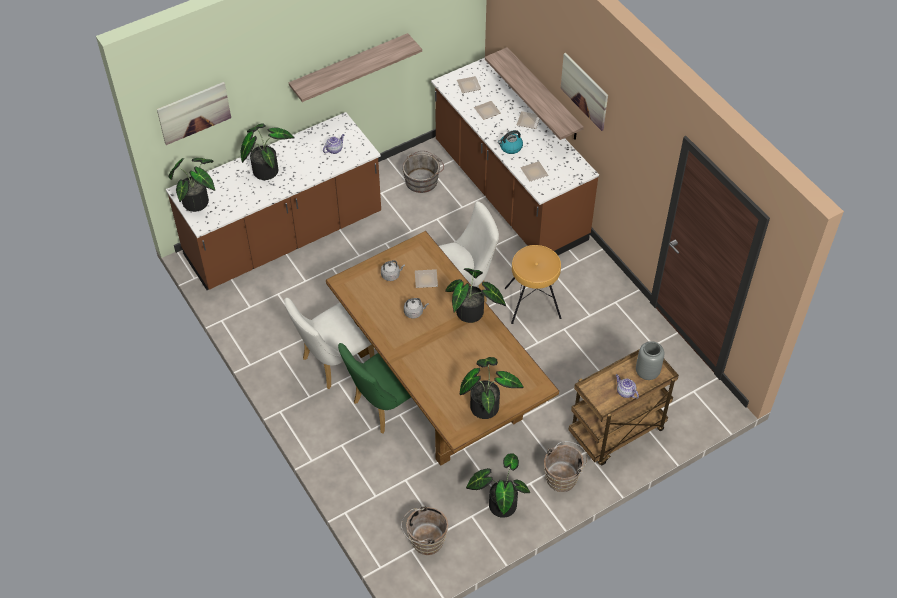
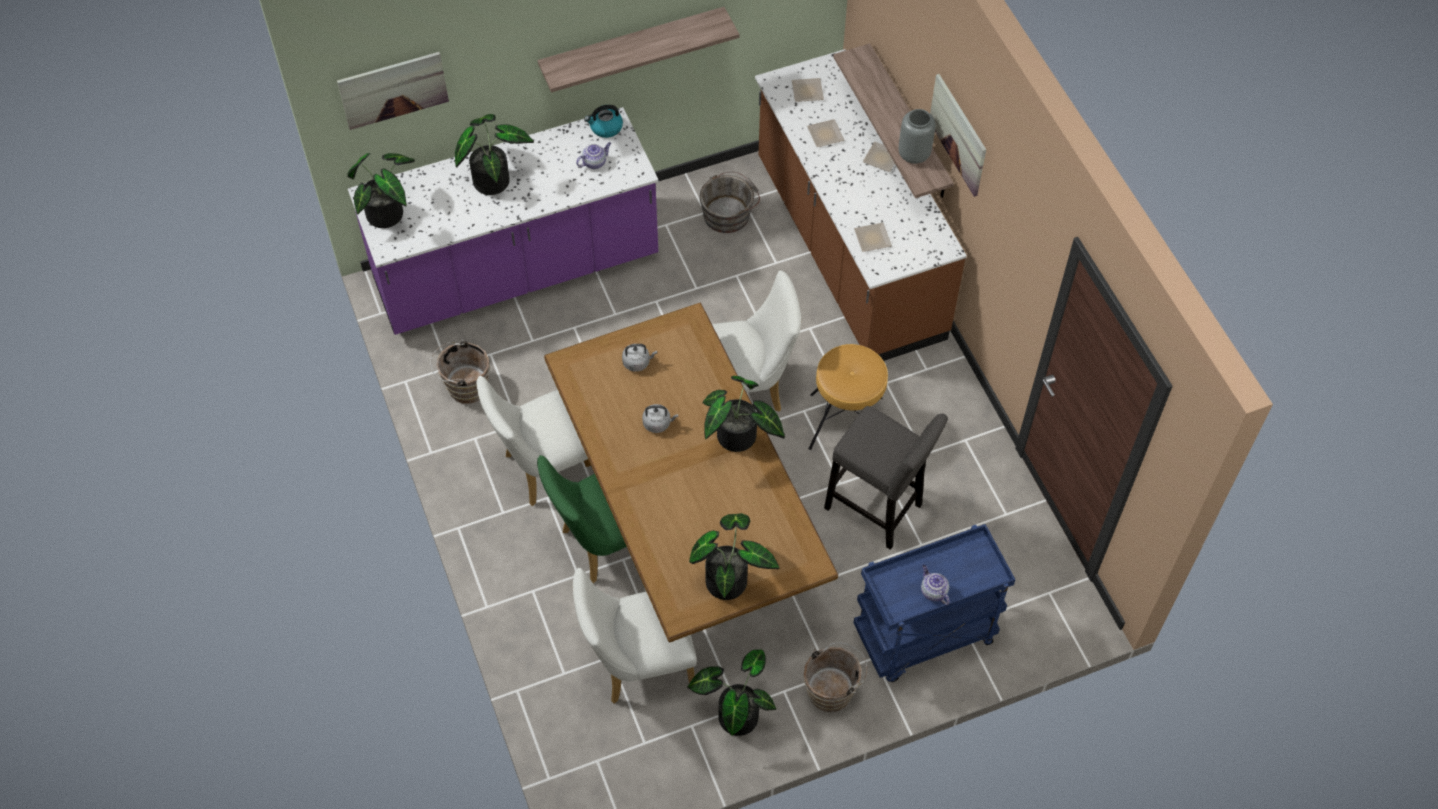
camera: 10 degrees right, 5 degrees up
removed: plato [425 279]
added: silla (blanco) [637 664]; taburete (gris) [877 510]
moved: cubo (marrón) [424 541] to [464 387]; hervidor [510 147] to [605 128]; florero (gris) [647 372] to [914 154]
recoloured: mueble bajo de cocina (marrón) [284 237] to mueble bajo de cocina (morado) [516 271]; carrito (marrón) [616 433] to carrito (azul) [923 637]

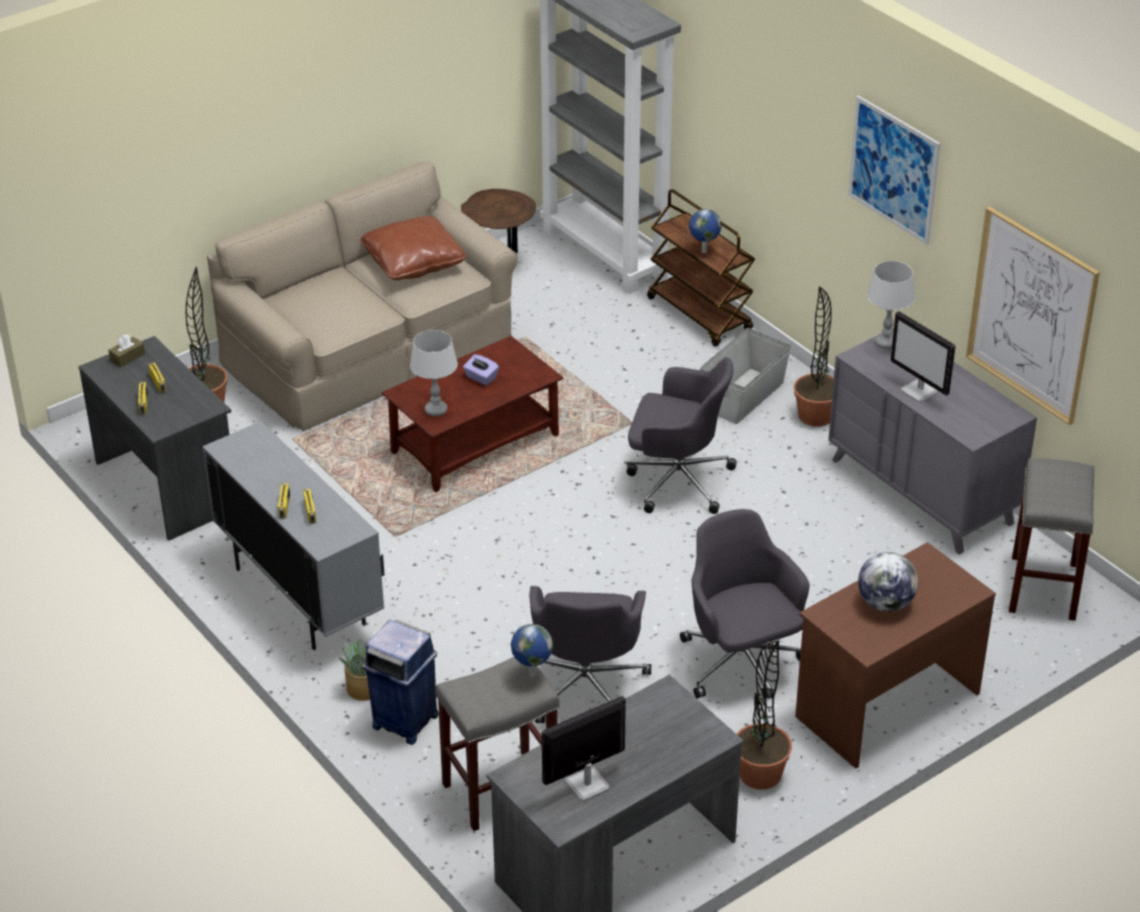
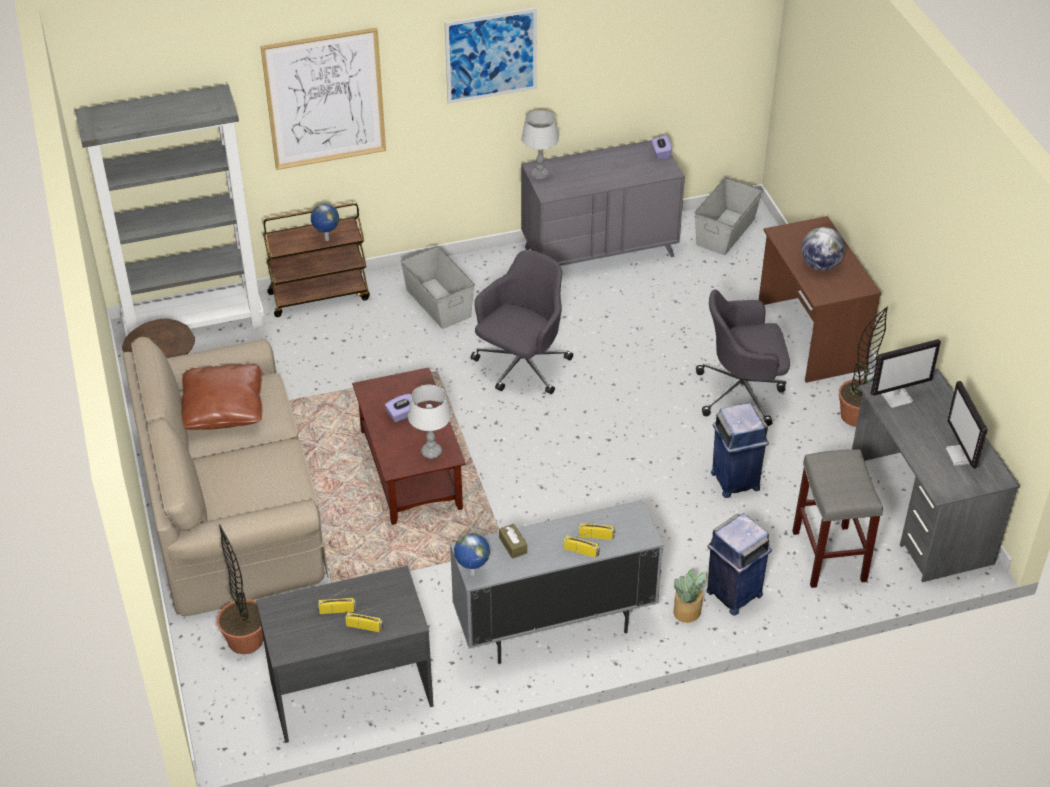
camera: 70 degrees left, 5 degrees up
removed: planta en maceta [815 416]
added: caja de pañuelos (morado) [661 154]
moved: cuadro [1031 315] to [325 99]; globo terráqueo [531 674] to [472 574]; caja de pañuelos (marrón) [127 357] to [513 545]; monitor [920 391] to [897 397]
replaced: taburete (gris) [1043 589] to caja de almacenaje (gris) [726 231]; silla de oficina (gris) [586 687] to papelera (azul) [735 480]

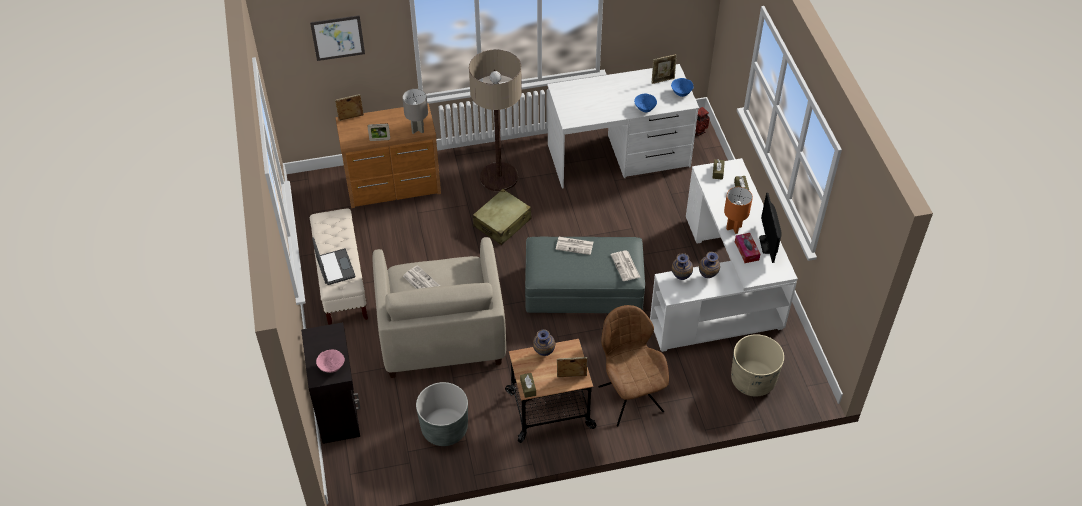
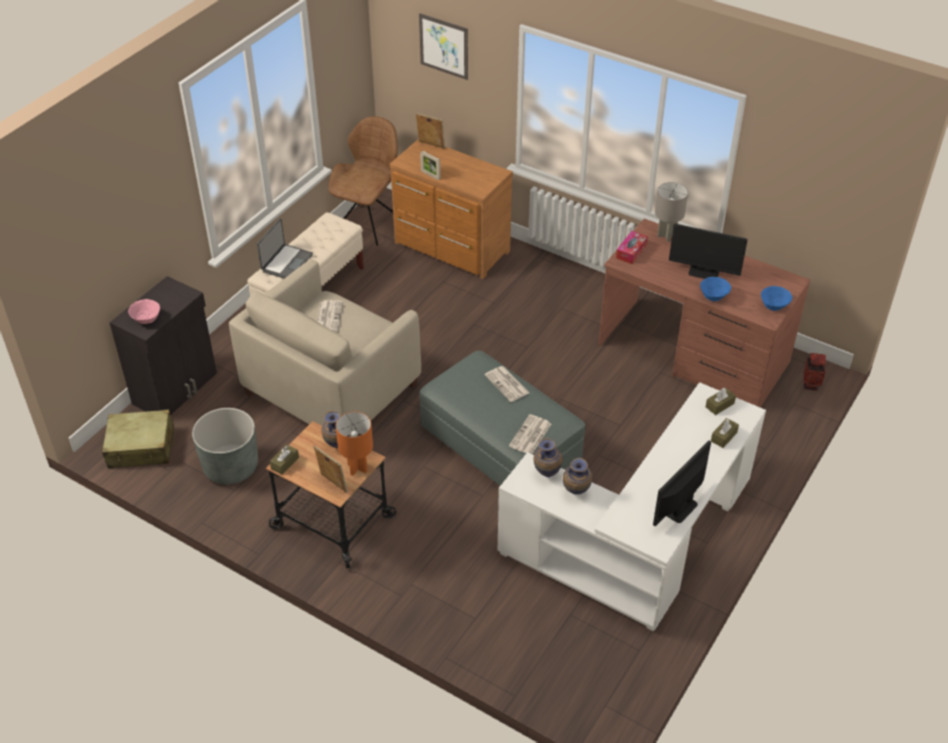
camera: 45 degrees right, 5 degrees down
removed: lámpara de pie [499 177]; portarretratos [663 80]; maceta (beis) [753 380]
added: monitor [704 272]
moved: maleta (beis) [502 223] to [141 447]; silla (marrón) [630 397] to [369 223]; lámpara de mesa (naranja) [733 228] to [357 468]; caja de pañuelos [746 251] to [631 251]; lámpara de mesa (gris) [417 129] to [666 235]
recoloured: escritorio (blanco) [619 156] to escritorio (marrón) [693 354]

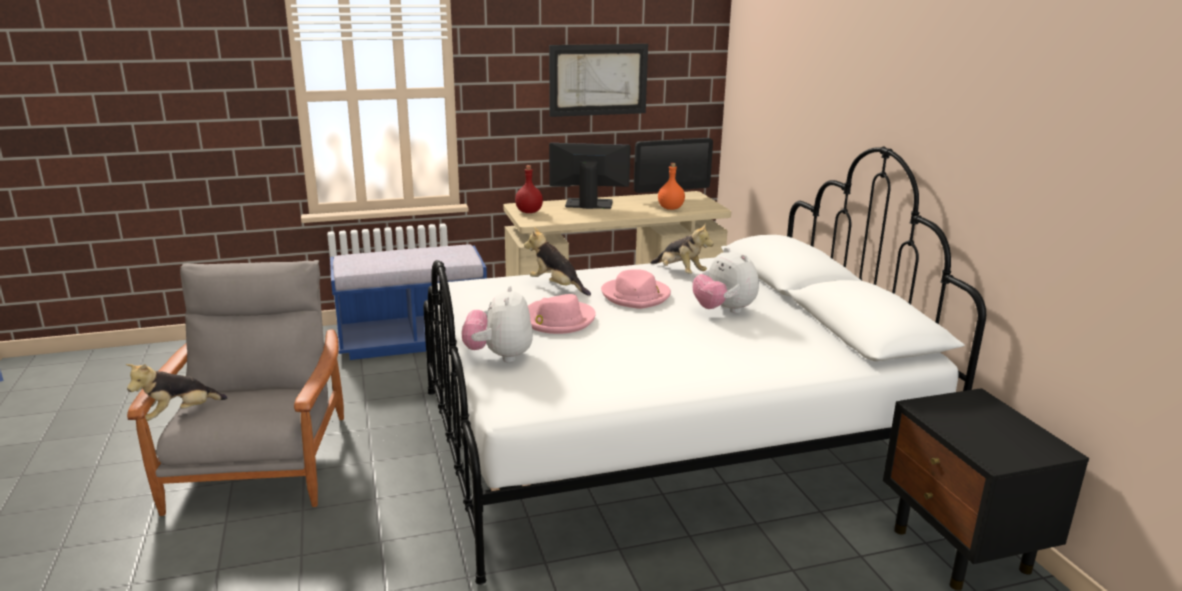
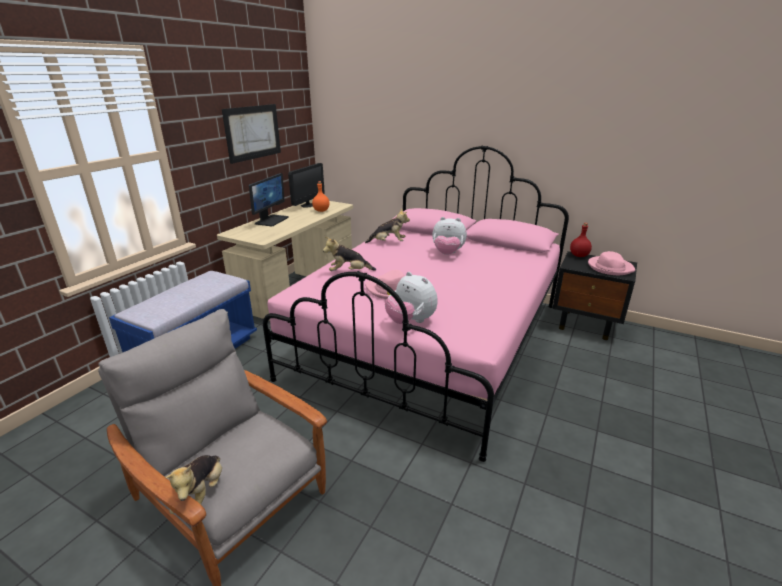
camera: 45 degrees left, 5 degrees up
moved: botella (rojo) [528 212] to [579 256]; sombrero (rosa) [636 296] to [610 267]
recoloured: cama (blanco) [664 441] to cama (rosa) [431 339]
turned: monitor [588 204] = [271 220] 150 degrees clockwise

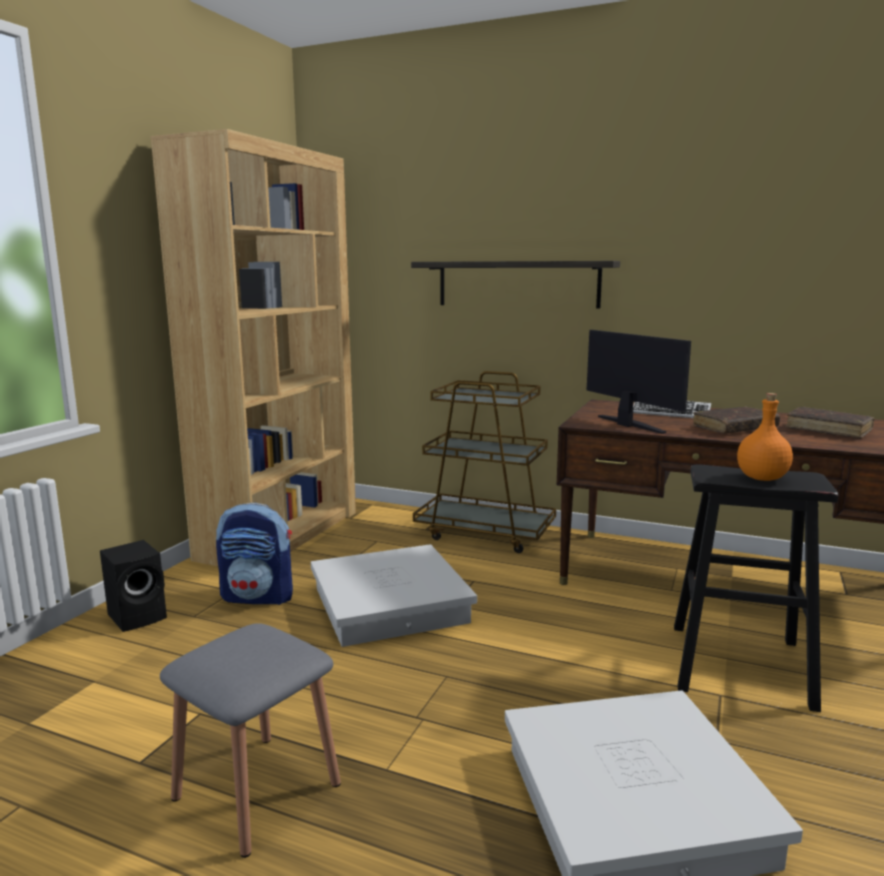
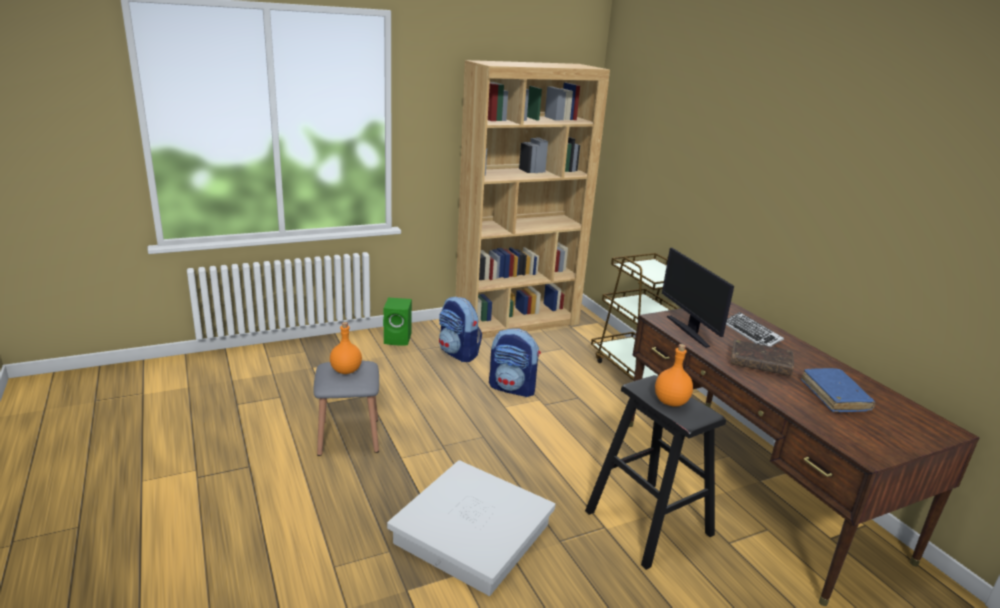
camera: 40 degrees right, 10 degrees up
removed: estante [517 284]
added: botella (naranja) [346 371]
replaced: caja de almacenaje (blanco) [390 604] to mochila [513 388]
recoloured: altavoz (negro) [139 616] to altavoz (verde) [399 339]; libro (marrón) [828 430] to libro (azul) [834 396]
turned: monitor [628 425] = [689 331] 150 degrees clockwise

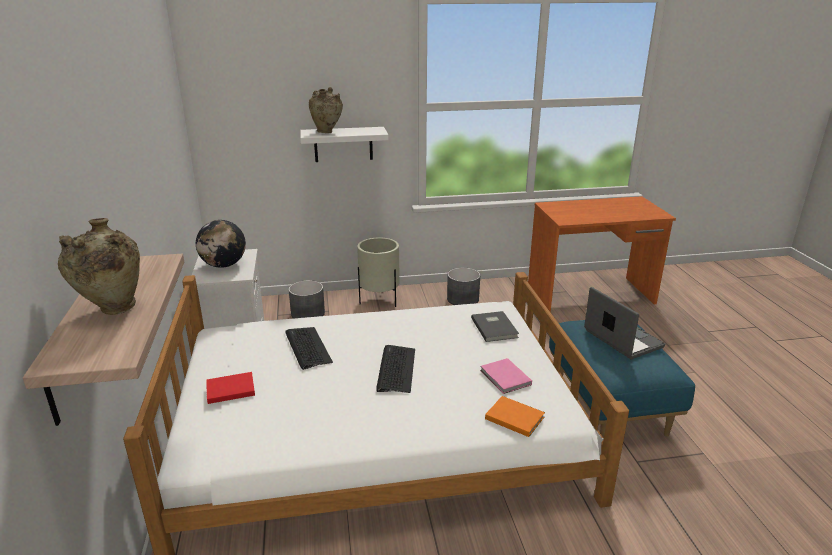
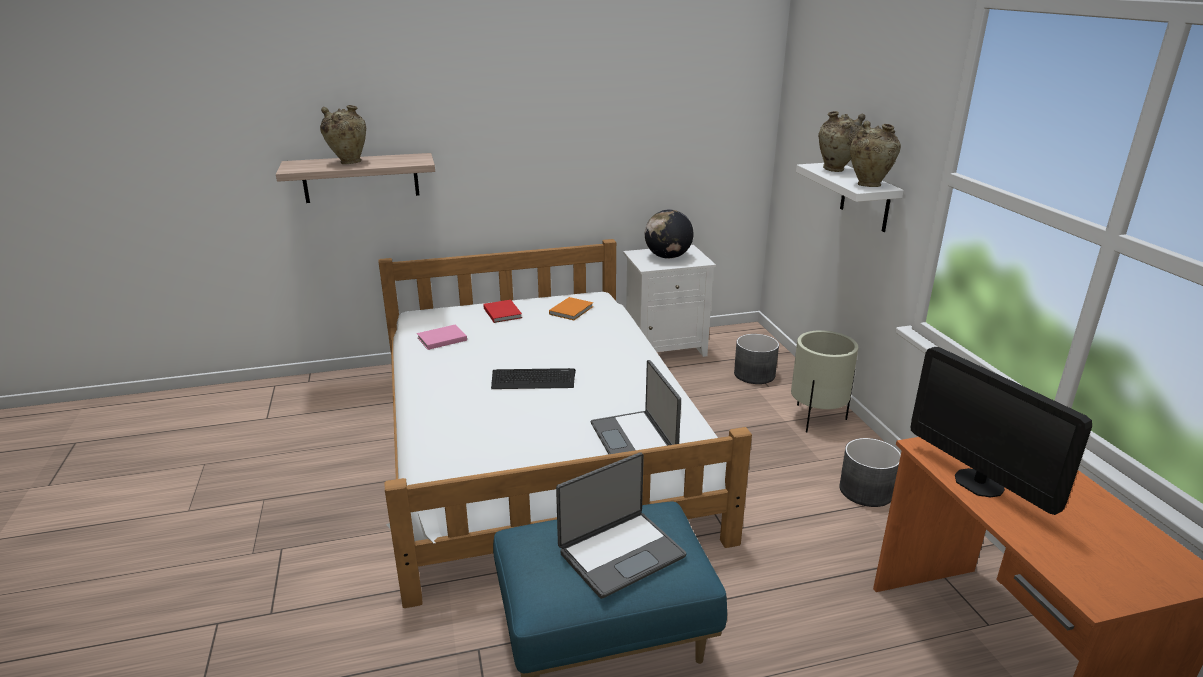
camera: 85 degrees right, 0 degrees up
removed: teclado [307 348]
added: florero (beis) [868 185]; monitor [979 483]
moved: libro (rosa) [505 378] to [440 339]; libro (naranja) [513 417] to [572 310]
replaced: libro (gris) [495 327] to portátil [635 440]

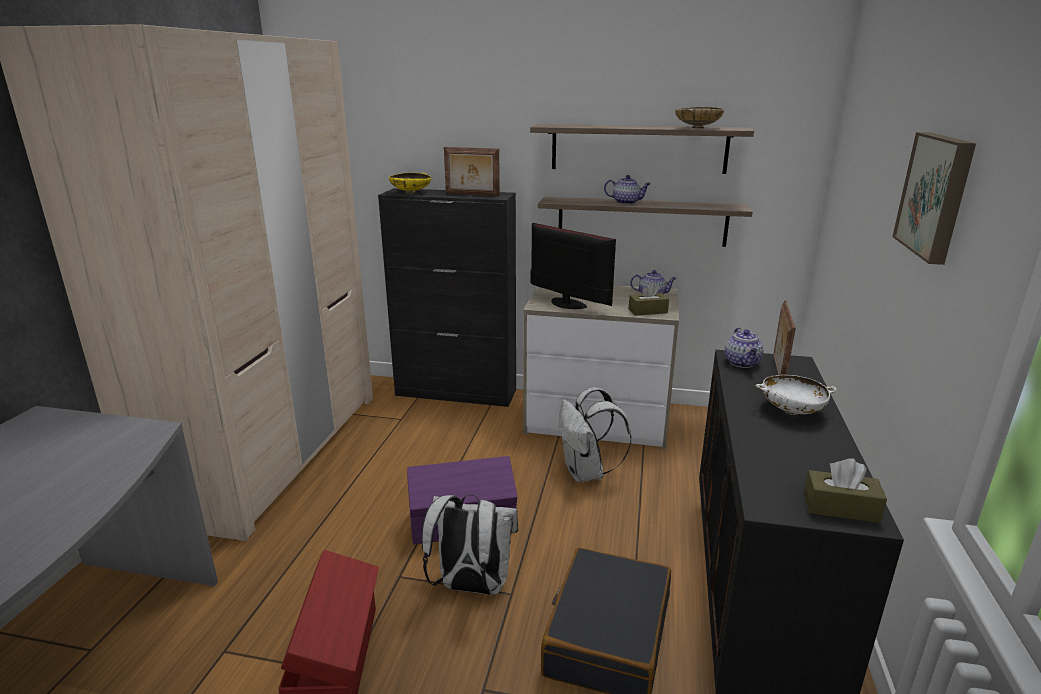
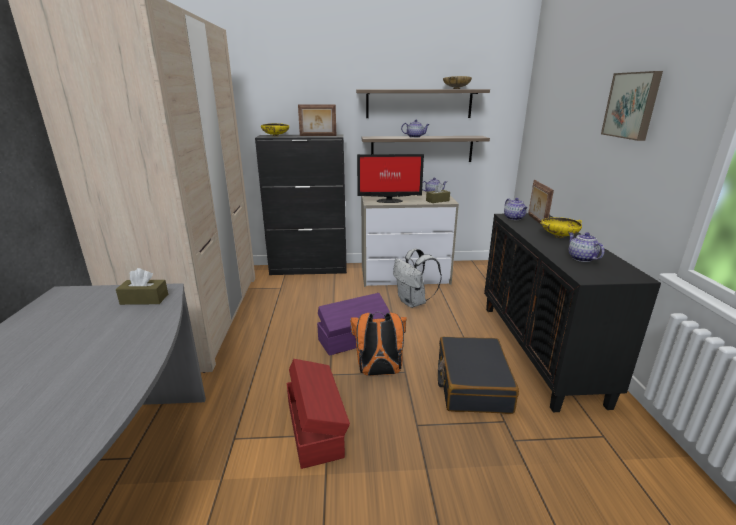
camera: 15 degrees left, 0 degrees up
added: tetera [581 258]
moved: caja de pañuelos (marrón) [840 507] to [144 299]
recoloured: mochila (blanco) [471 586] to mochila (naranja) [378 372]; cuenco (blanco) [791 410] to cuenco (amarillo) [558 236]
turned: monitor [568 304] = [388 200] 150 degrees clockwise

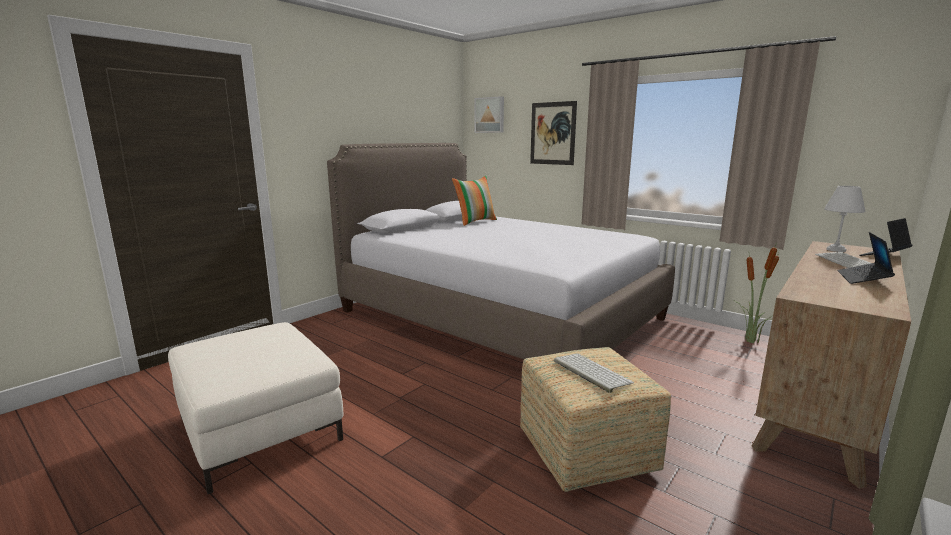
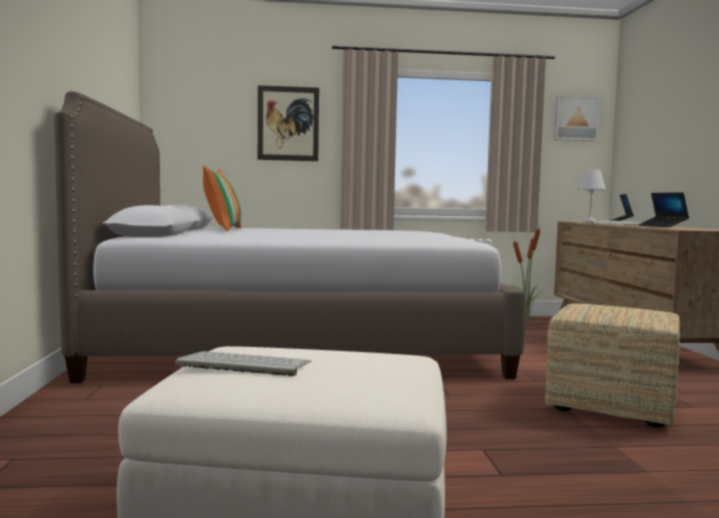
camera: 45 degrees left, 10 degrees down
moved: teclado [590 372] to [242 364]; cuadro [490 115] to [575 118]

